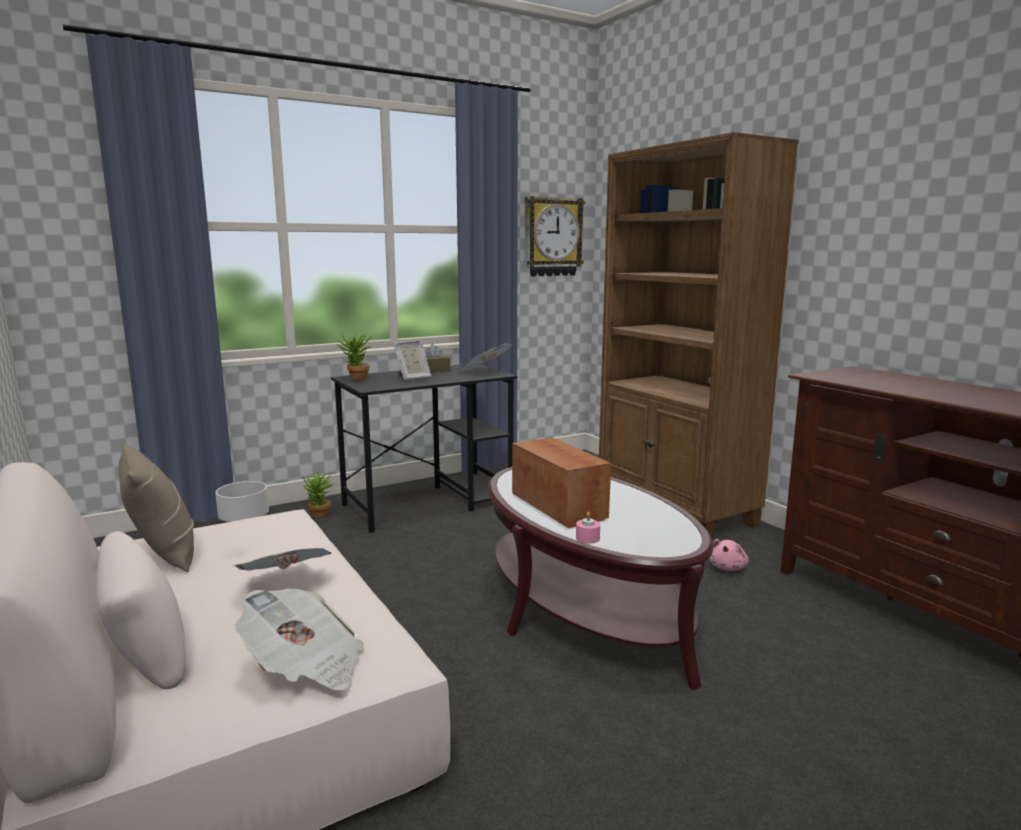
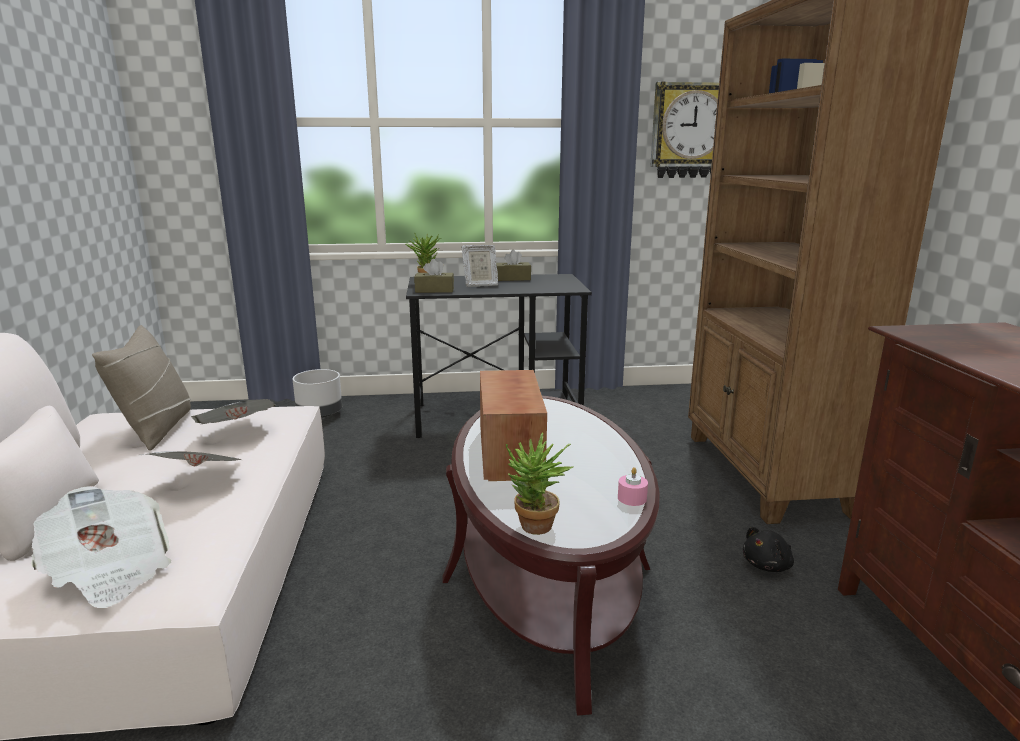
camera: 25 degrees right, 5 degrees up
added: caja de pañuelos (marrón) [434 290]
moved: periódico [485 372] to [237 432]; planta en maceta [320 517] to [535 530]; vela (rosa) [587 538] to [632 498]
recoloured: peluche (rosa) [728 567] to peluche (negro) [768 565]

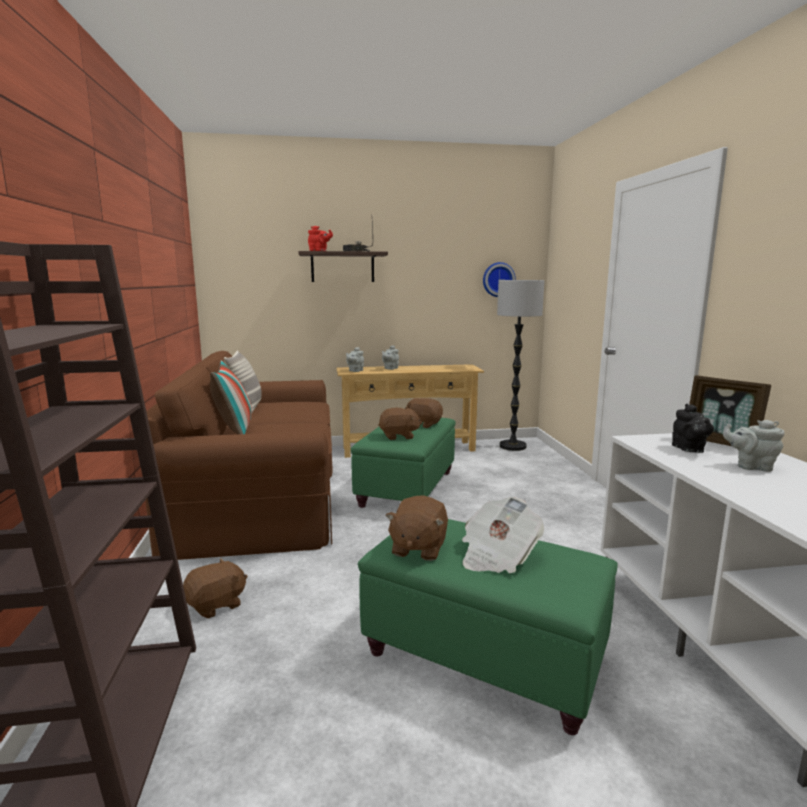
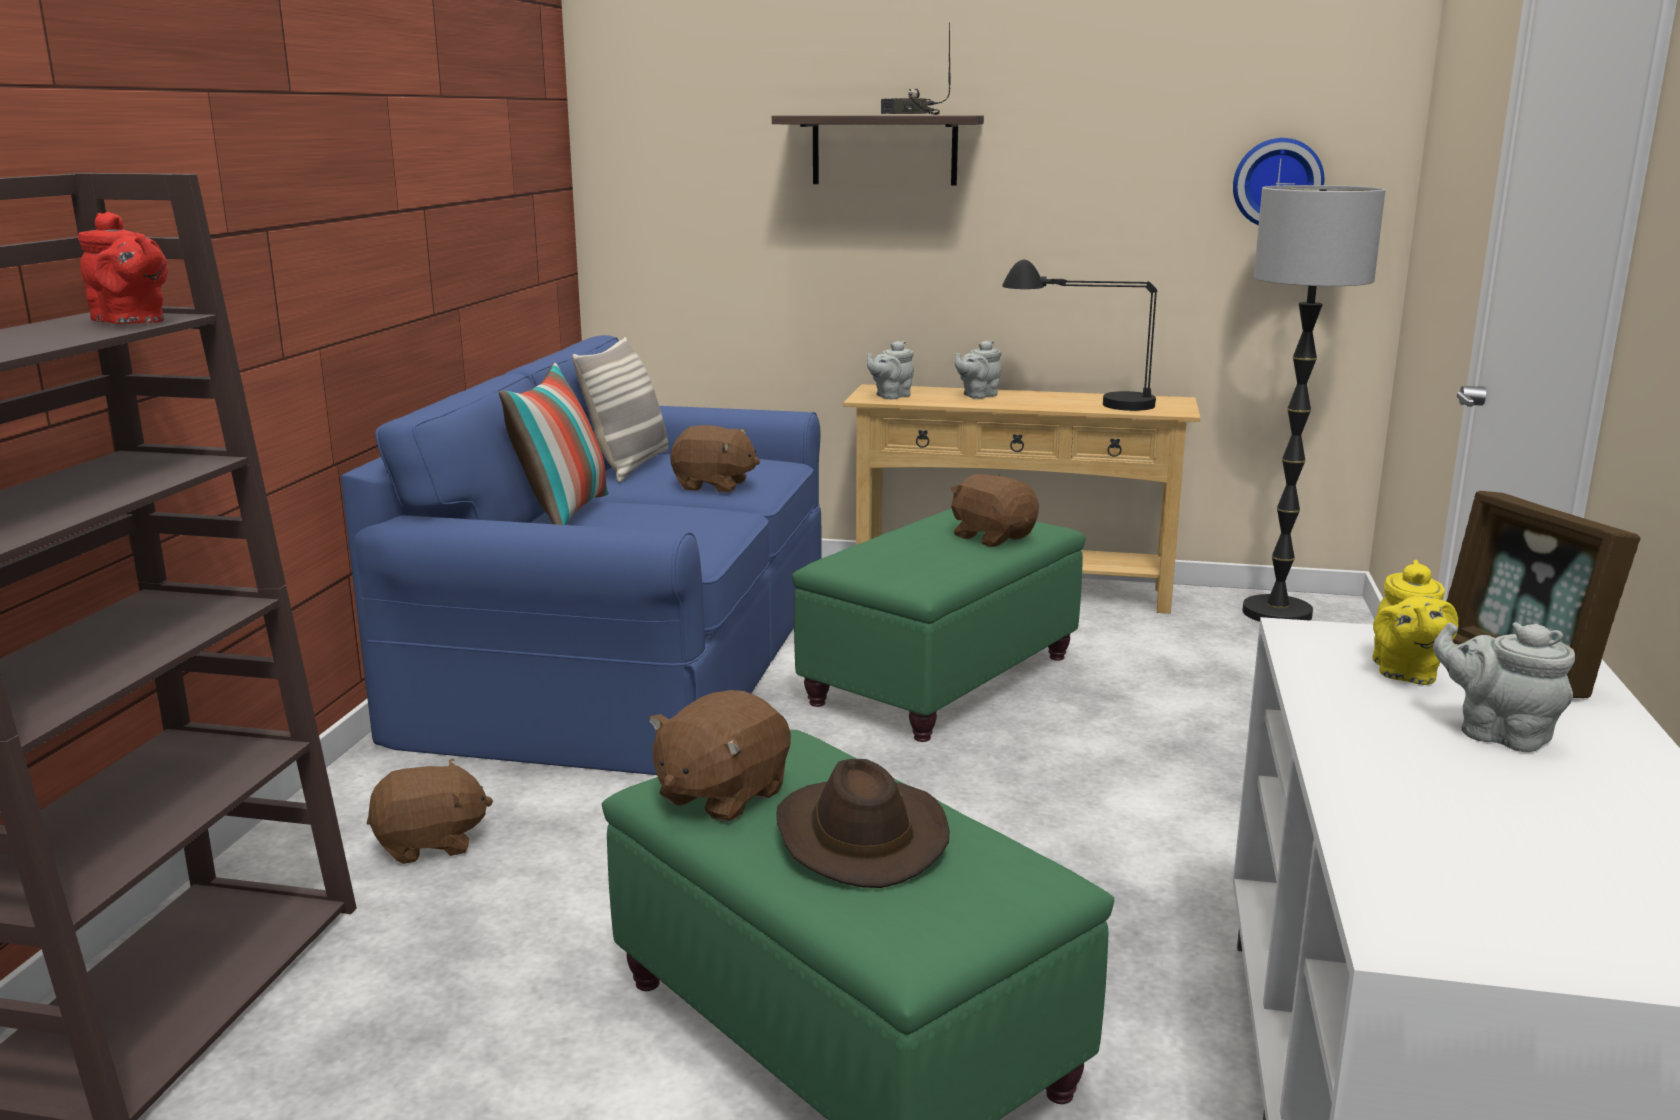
camera: 20 degrees right, 5 degrees up
added: lámpara de mesa (negro) [1081 403]
moved: tetera (rojo) [319 251] to [132 322]; peluche (marrón) [399 436] to [714 486]
replaced: periódico [497 555] to sombrero (marrón) [858 836]
recoloured: sofá (marrón) [261 496] to sofá (azul) [632 653]; tetera (negro) [689 449] to tetera (amarillo) [1405 673]

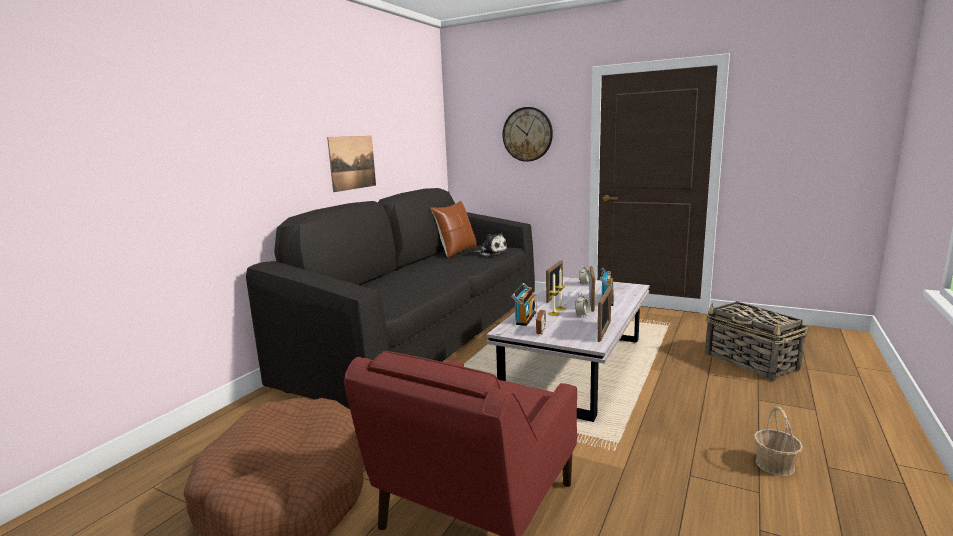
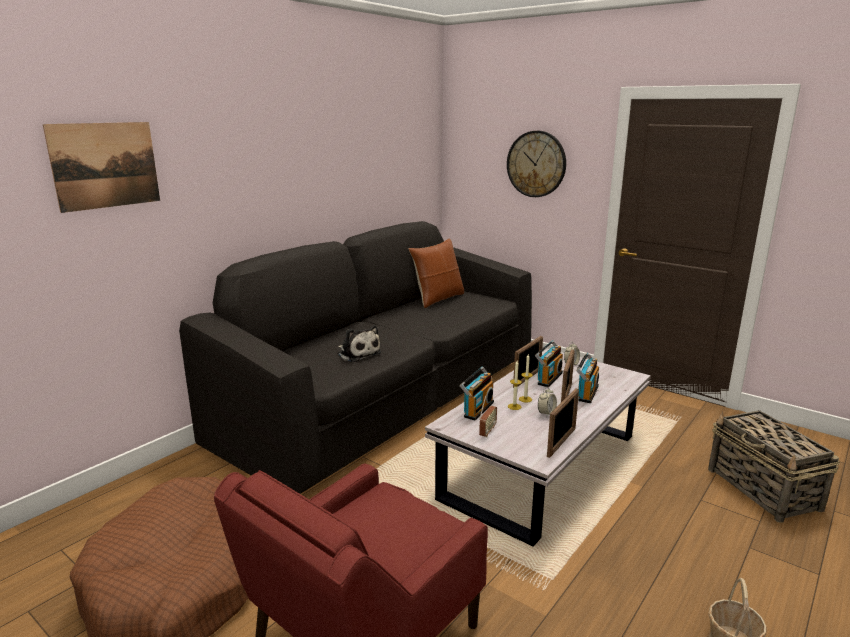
camera: 10 degrees right, 5 degrees up
added: radio [548 378]
moved: cuadro [352 162] to [105 165]; peluche [491 253] to [358 353]

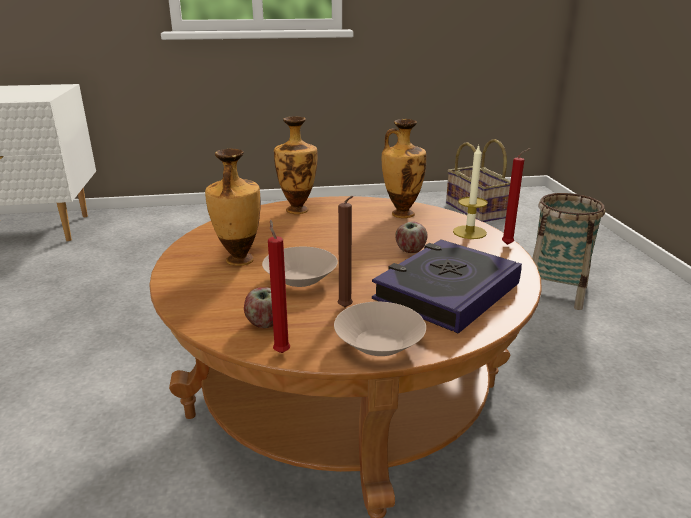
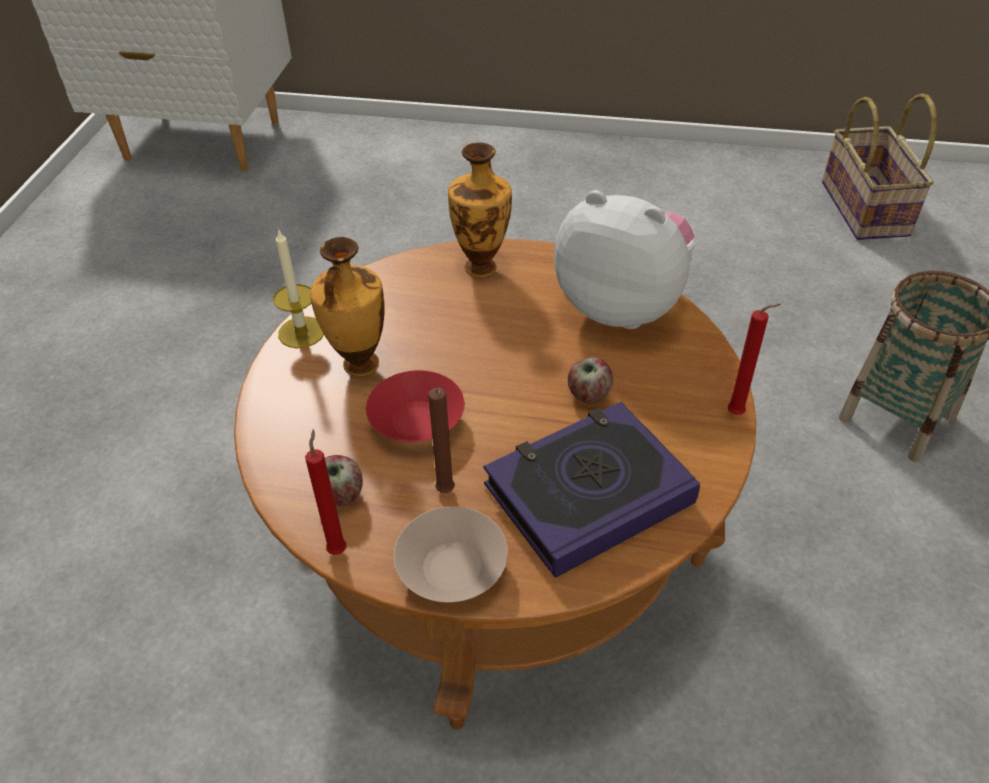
camera: 20 degrees right, 20 degrees up
moved: vela [469 232] to [301 332]
replaced: florero [401 213] to peluche [622 306]
recoloured: cuenco (beis) [301 279] to cuenco (rojo) [418 423]

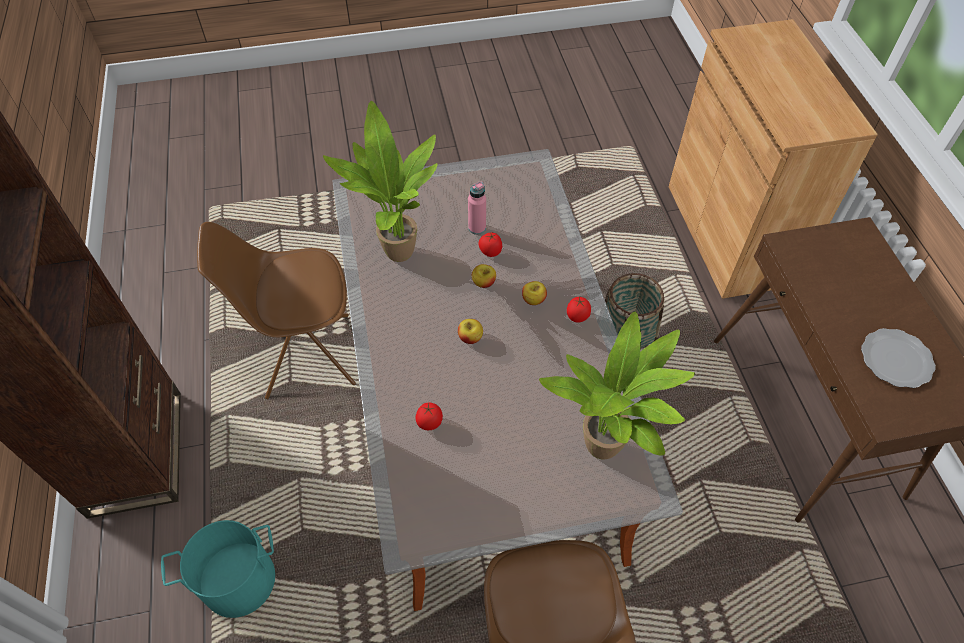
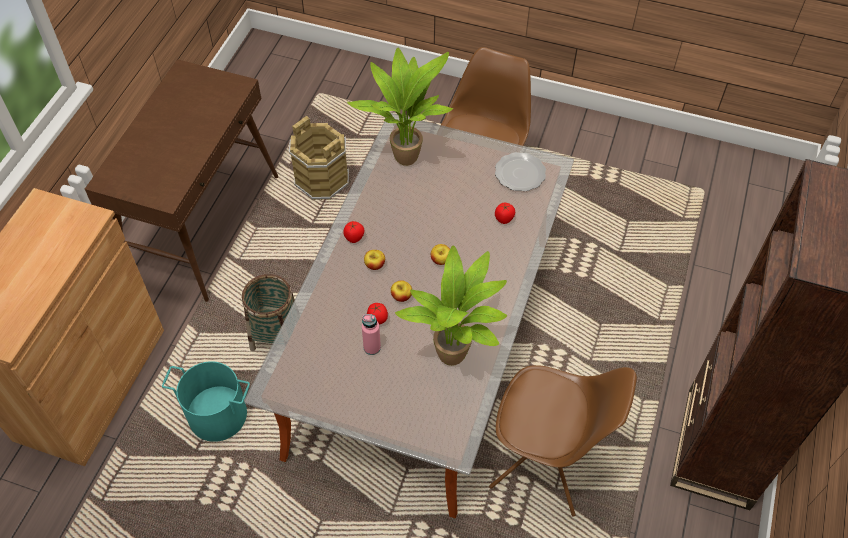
camera: 150 degrees left, 0 degrees up
added: cubo (marrón) [322 180]
moved: cubo (turquesa) [239 582] to [218 414]; plato [897 360] to [519 173]

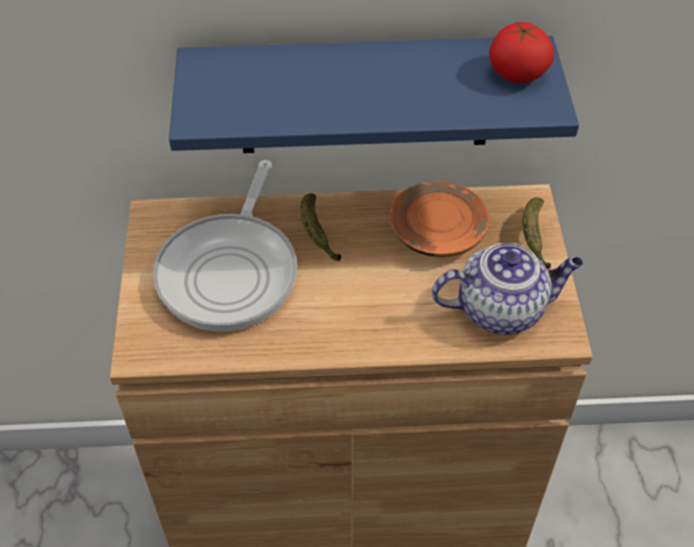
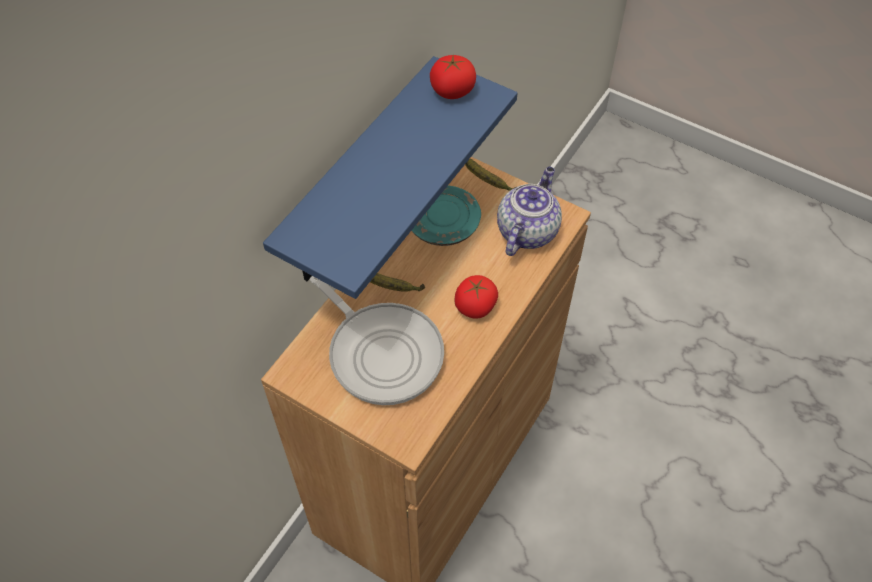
camera: 55 degrees left, 5 degrees up
added: tomate [475 306]
recoloured: plato (naranja) [437 231] to plato (turquesa) [443 225]

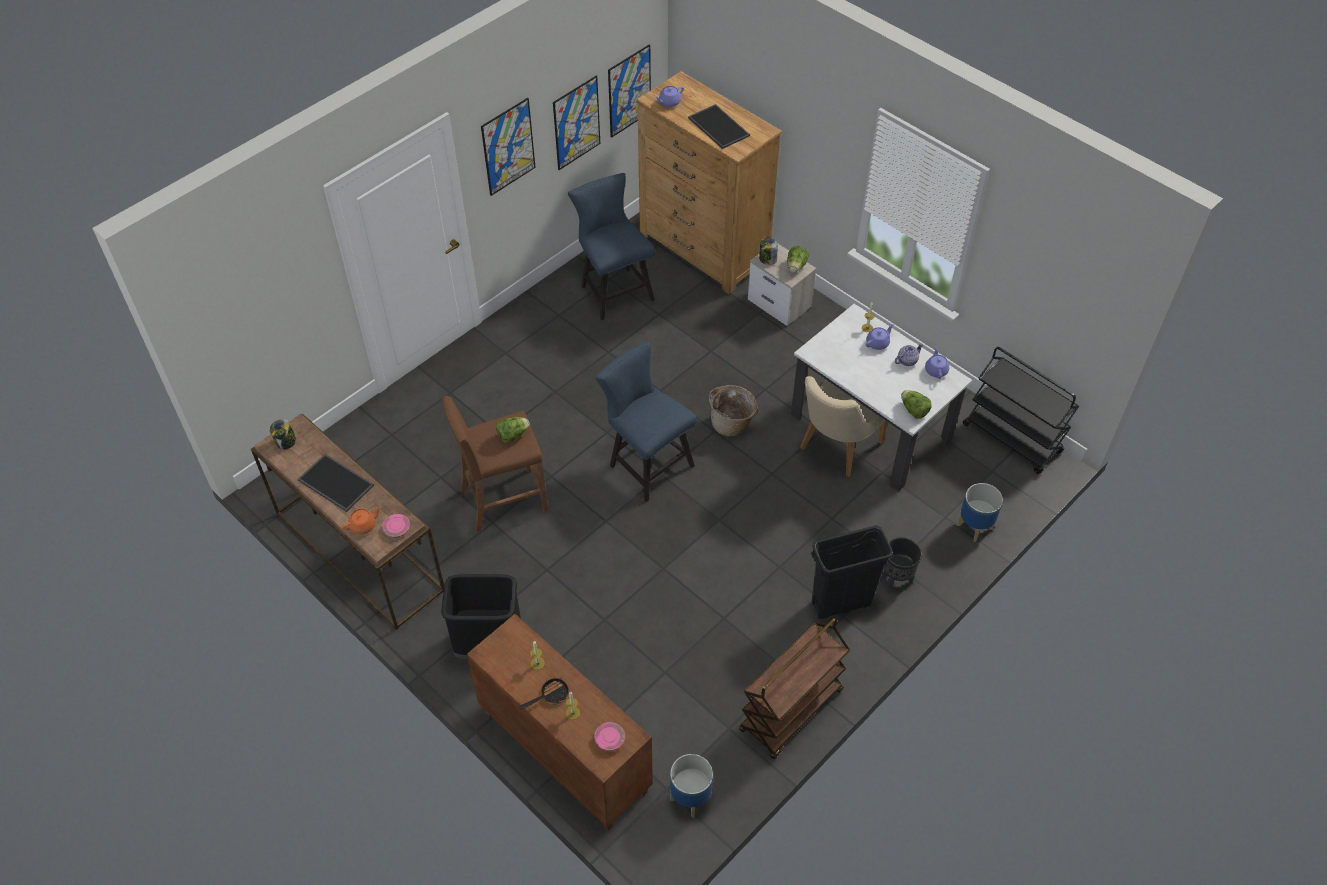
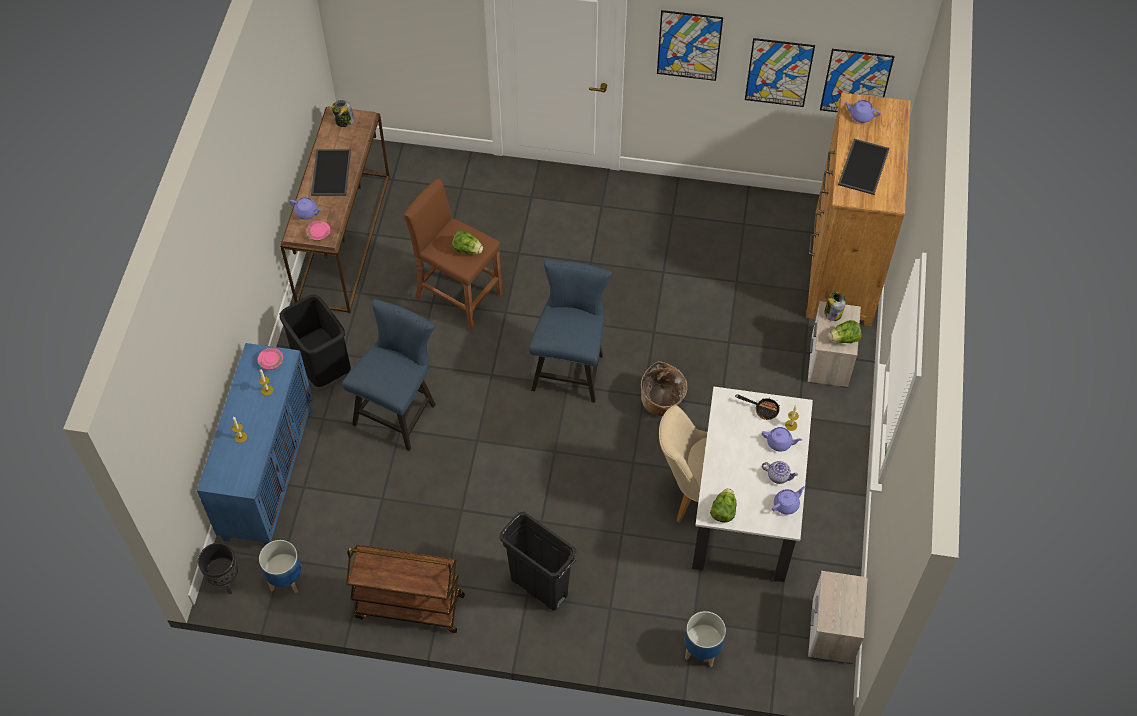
camera: 55 degrees right, 5 degrees up
moved: maceta (negro) [896 579] to [225 580]; plato (rosa) [609 739] to [271 361]; silla (azul) [613 290] to [399 411]; sartén [550 695] to [763 409]
replaced: carrito (negro) [1012 439] to mesita de noche [832 632]
recoloured: armario (marrón) [563 752] to armario (azul) [268 473]; tetera (naranja) [363 525] to tetera (morado) [307 213]

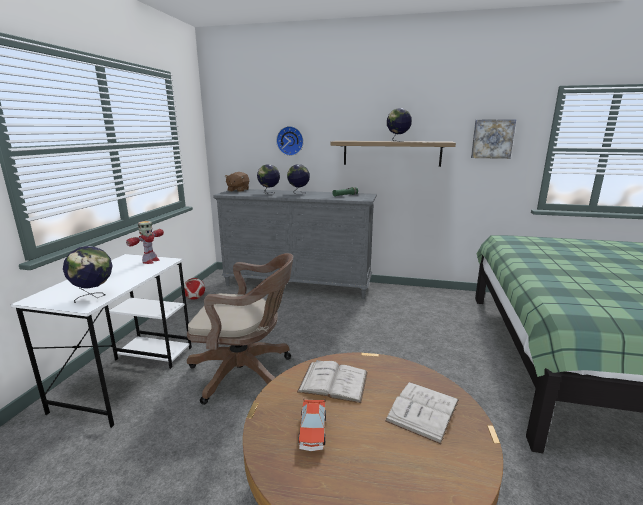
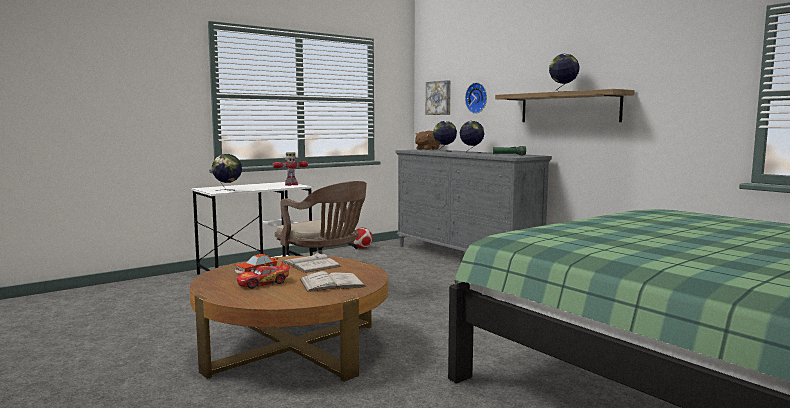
camera: 40 degrees right, 10 degrees down
added: coche de juguete [263 283]
moved: cuadro [492 139] to [439 98]

